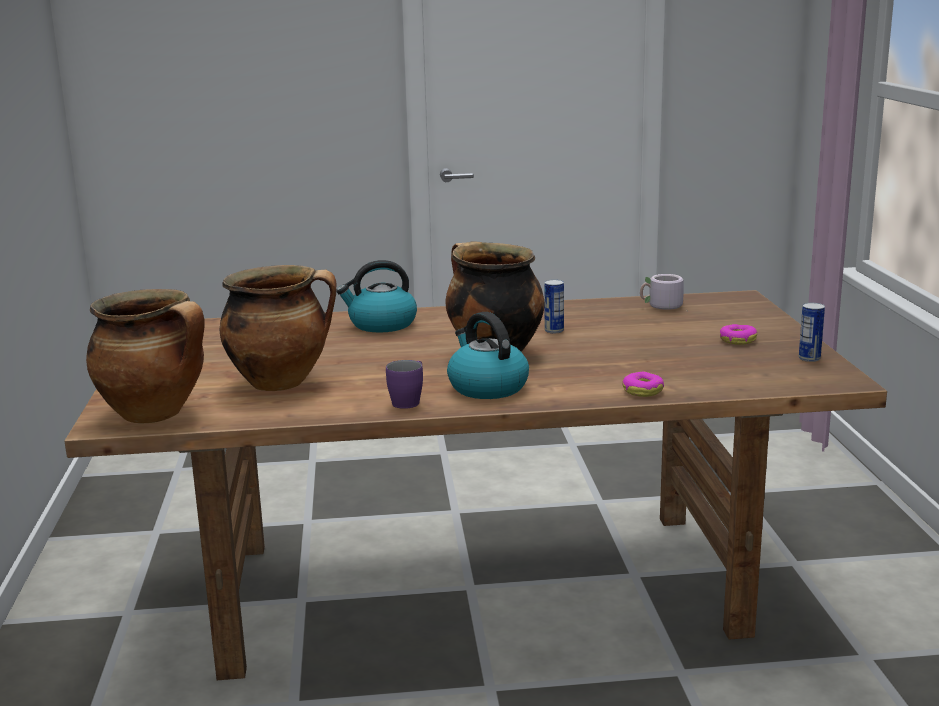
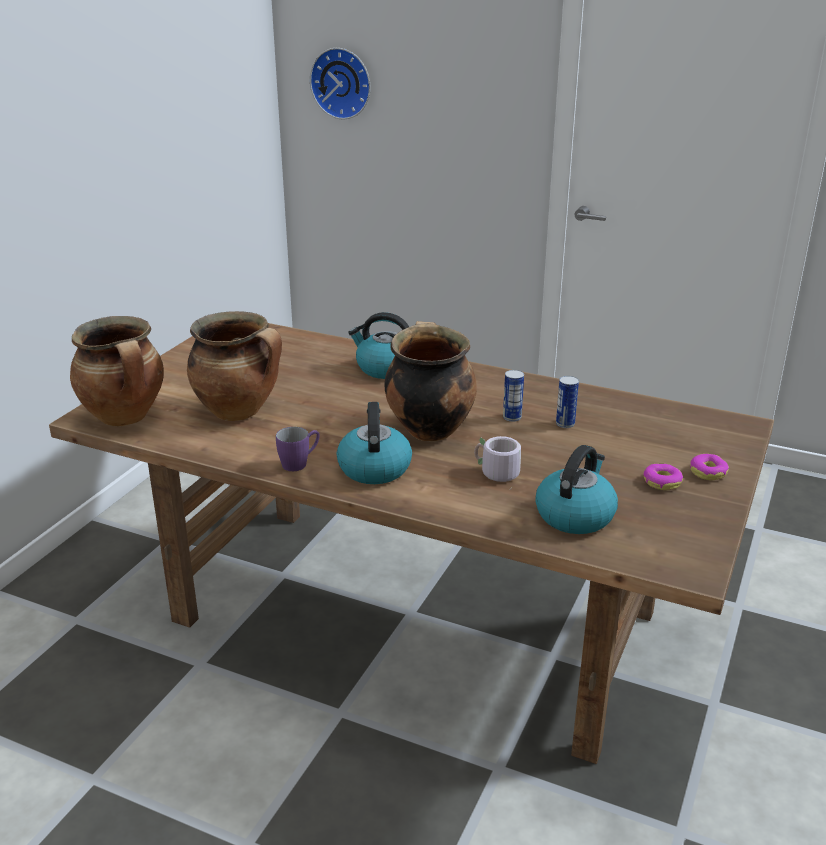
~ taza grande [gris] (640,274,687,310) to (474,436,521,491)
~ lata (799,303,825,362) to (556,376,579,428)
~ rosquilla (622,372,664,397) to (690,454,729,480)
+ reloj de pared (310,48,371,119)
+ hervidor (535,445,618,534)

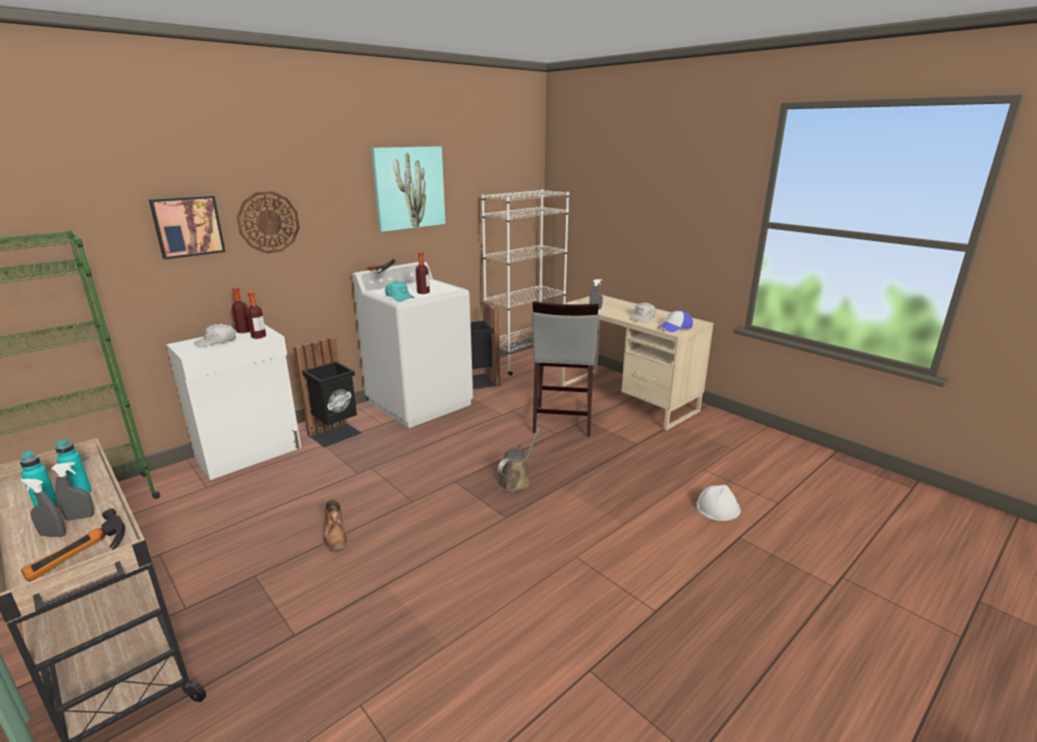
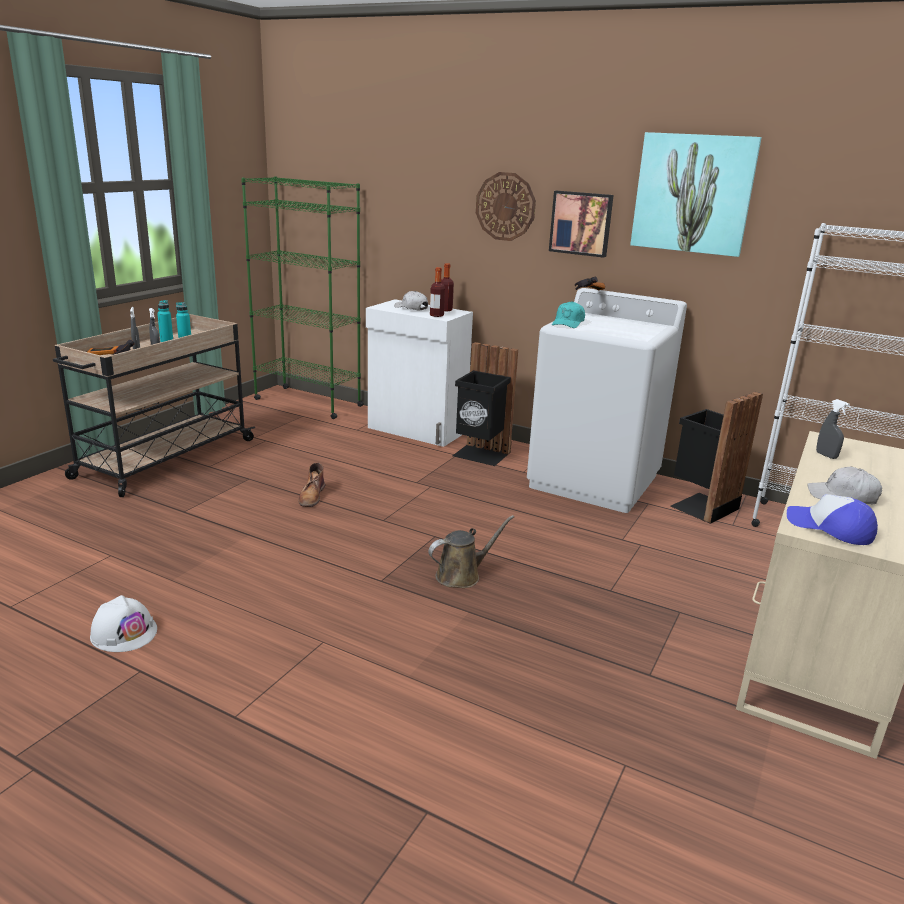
~ cuadro (149,195,225,259) to (549,191,614,258)
- botella (415,252,430,294)
- taburete [gris] (532,301,599,437)
~ regadera [marrón] (498,429,540,492) = (428,515,514,588) 45 degrees counterclockwise
~ casco [blanco] (696,485,741,521) to (90,595,157,652)
~ bota [marrón] (324,499,347,551) = (298,463,325,507) 45 degrees counterclockwise

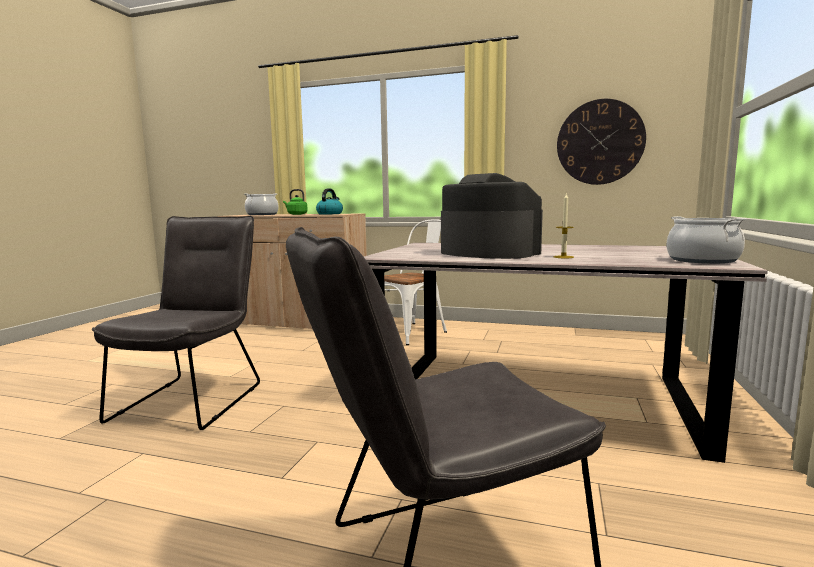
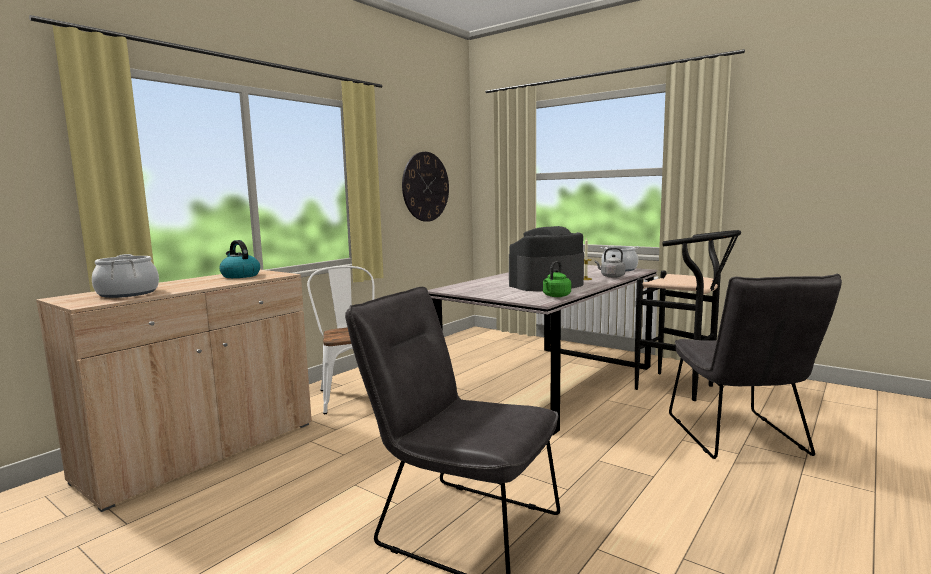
~ hervidor [verde] (283,189,308,215) to (543,261,571,297)
+ taburete [negro] (635,230,741,401)
+ hervidor [gris] (595,248,625,278)

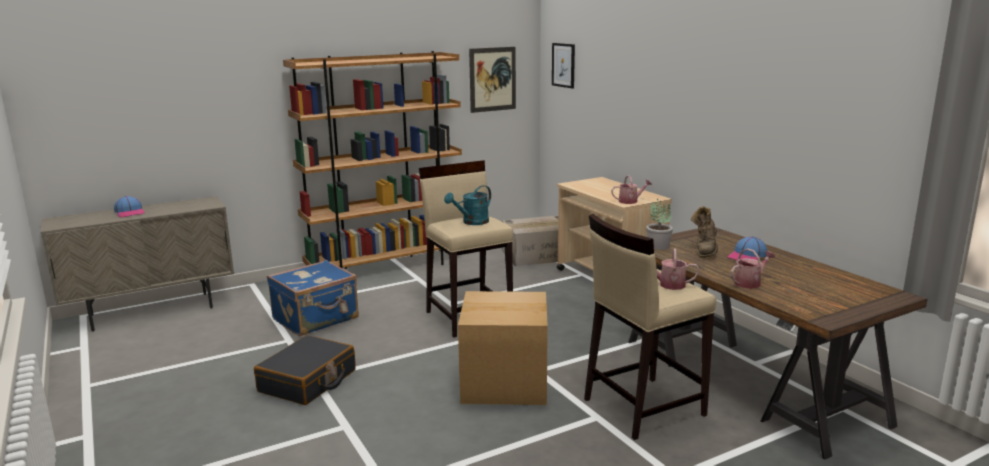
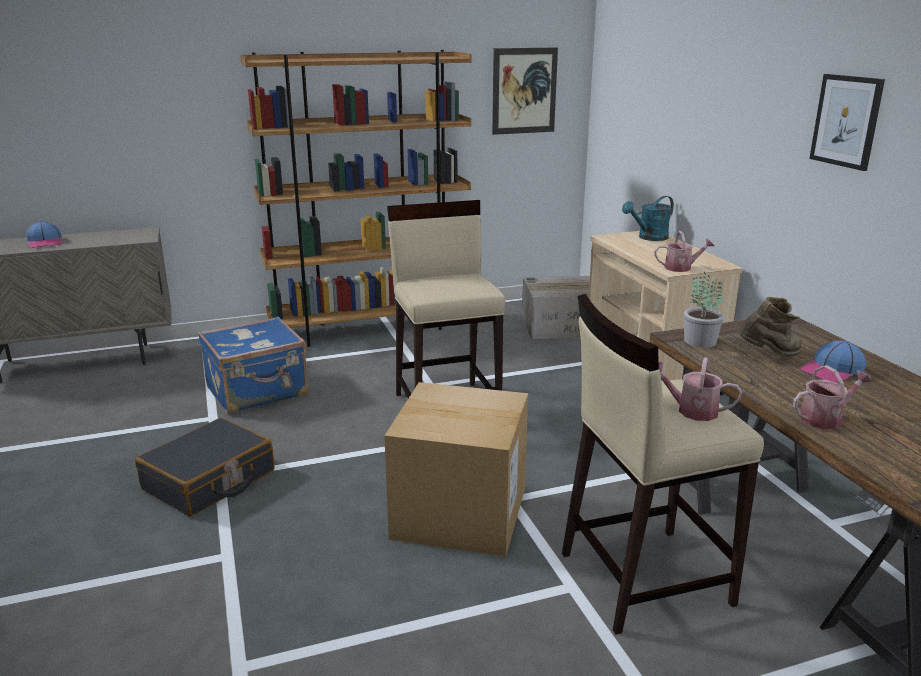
~ cuadro (552,43,575,89) to (809,74,885,171)
~ regadera [turquesa] (444,185,491,225) to (622,196,674,241)
~ bota [marrón] (691,206,718,258) = (737,297,802,357) 135 degrees counterclockwise

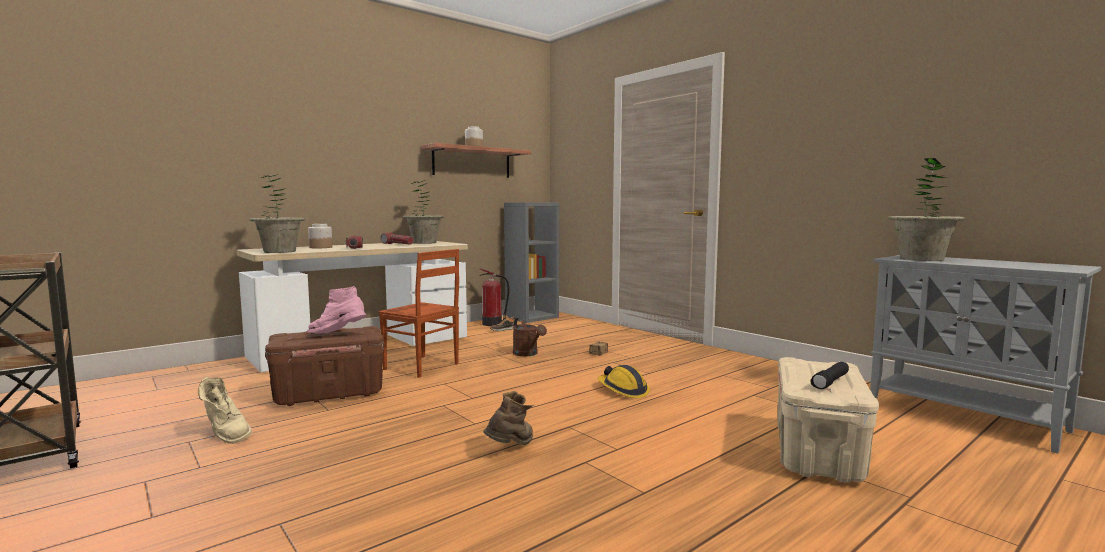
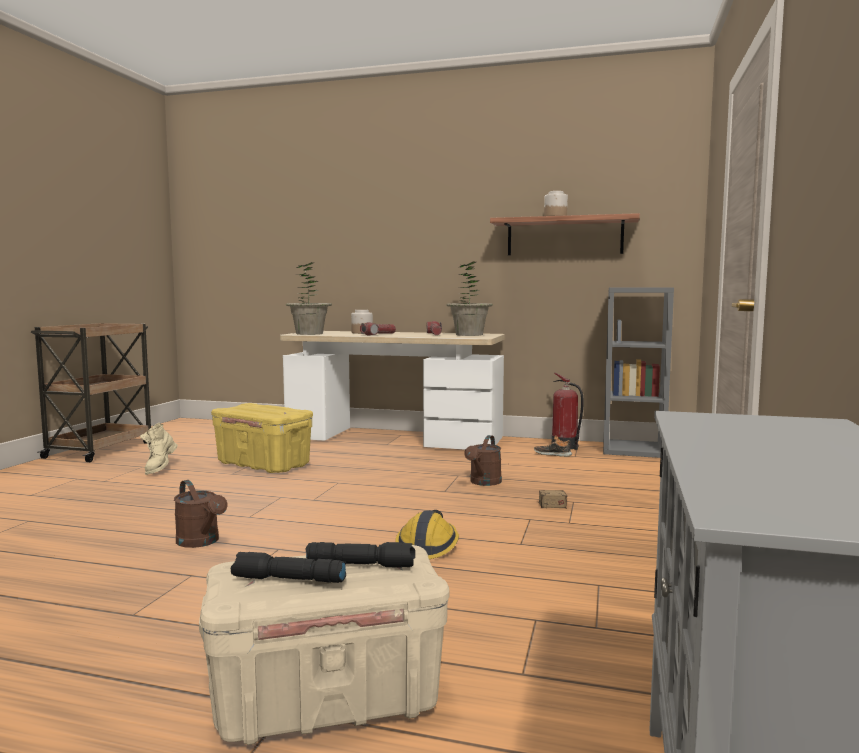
- planta en maceta (888,158,965,261)
- silla [marrón] (378,249,459,378)
- bota [rosa] (307,286,366,334)
~ caja de almacenaje [marrón] (265,326,385,406) to caja de almacenaje [amarillo] (211,403,313,473)
~ bota [marrón] (483,391,534,446) to regadera [marrón] (174,480,227,548)
+ linterna [negro] (305,542,415,568)

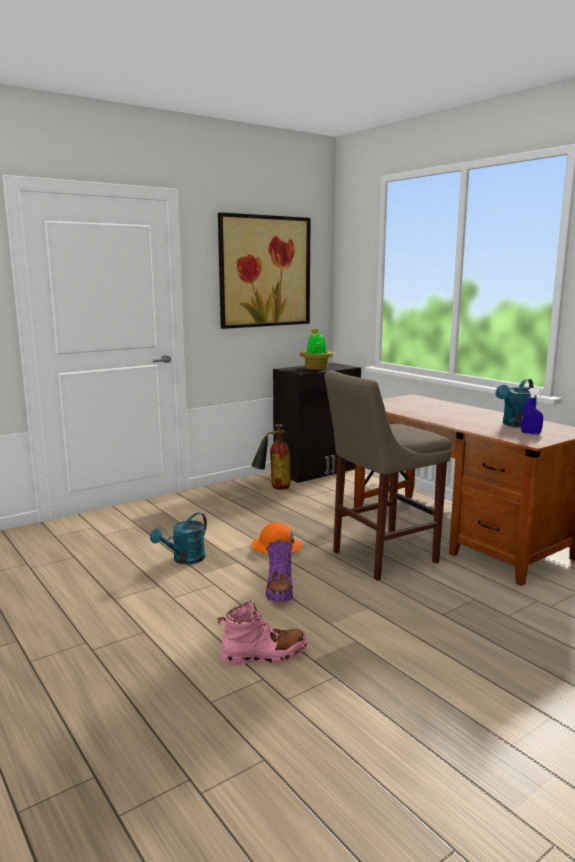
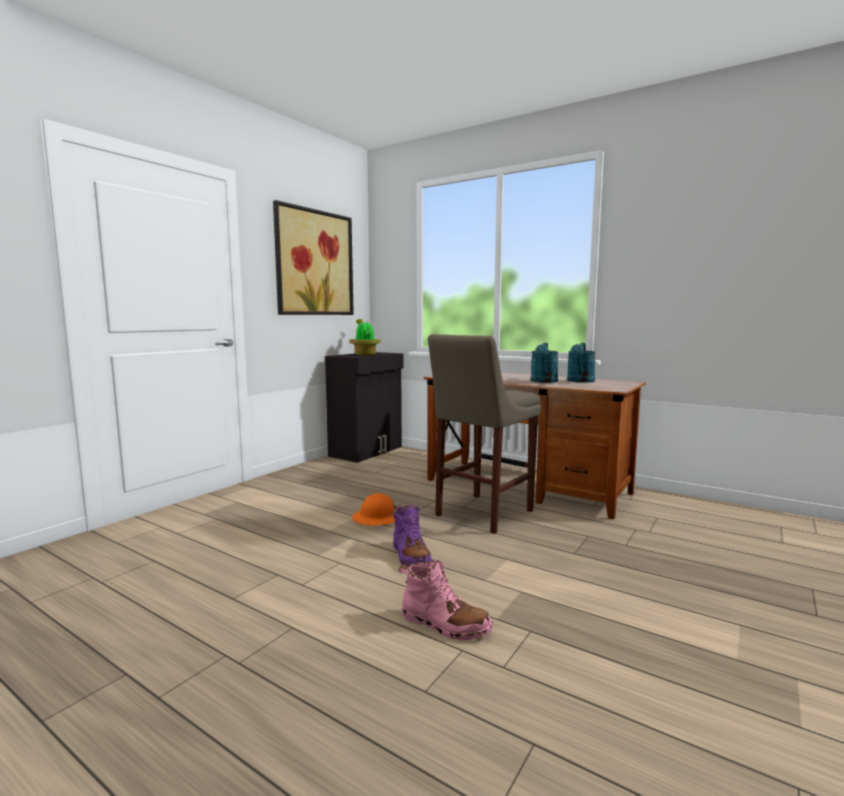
- pulverizador [azul] (521,388,543,434)
- extintor (251,424,291,490)
~ regadera [turquesa] (150,512,207,564) to (531,343,558,383)
~ bota [rosa] (217,601,308,665) = (399,558,493,641) 60 degrees clockwise

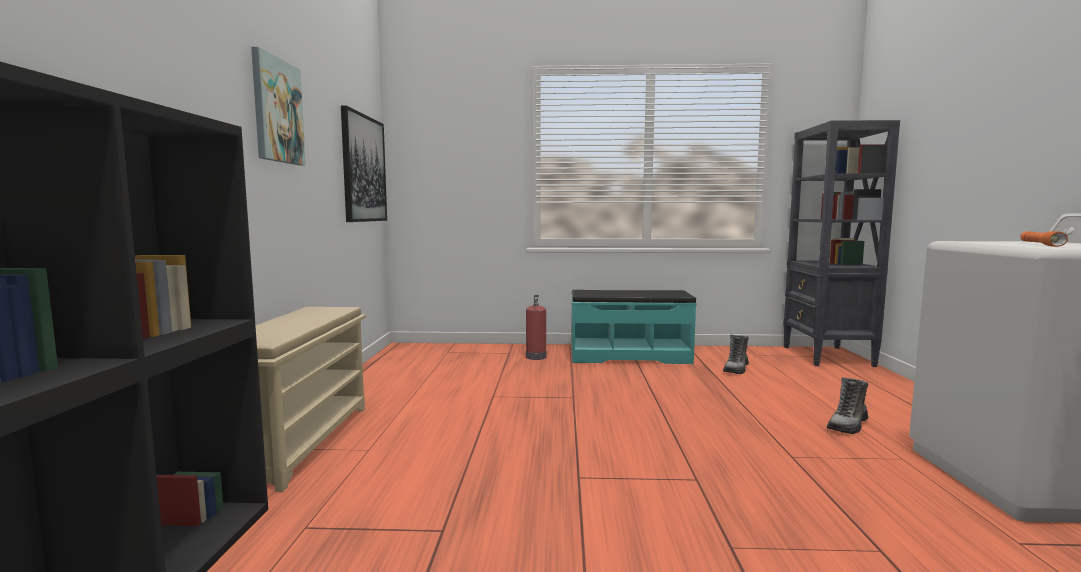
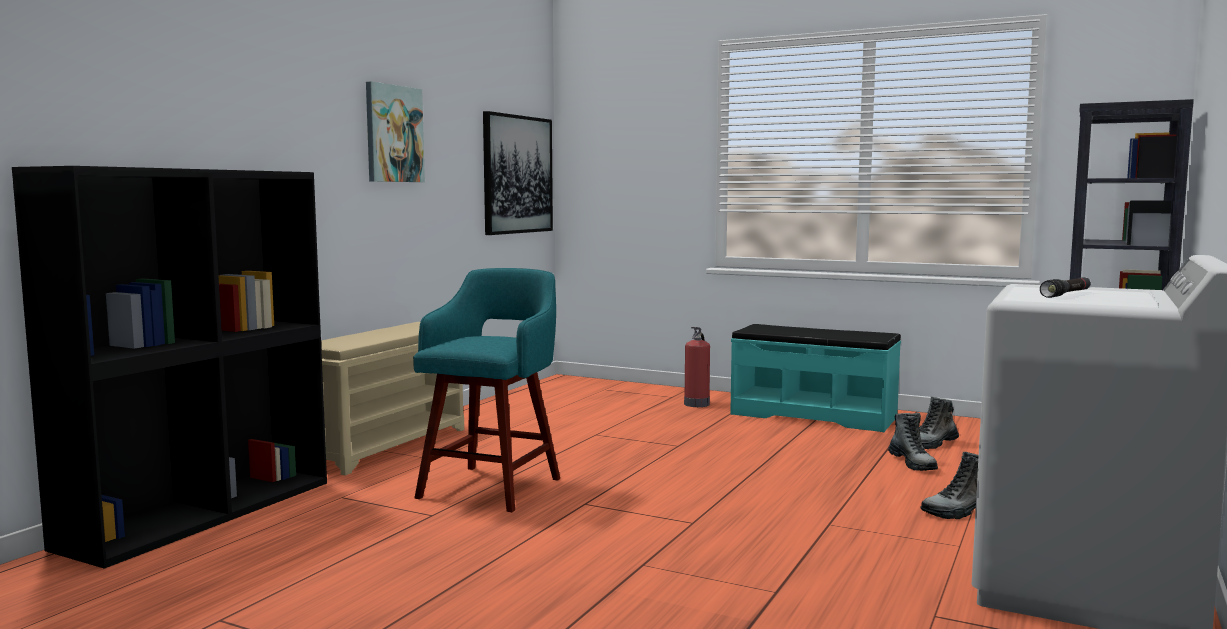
~ linterna [naranja] (1020,231,1068,247) to linterna [negro] (1040,277,1091,298)
+ taburete [turquesa] (413,268,560,512)
+ bota (888,413,938,471)

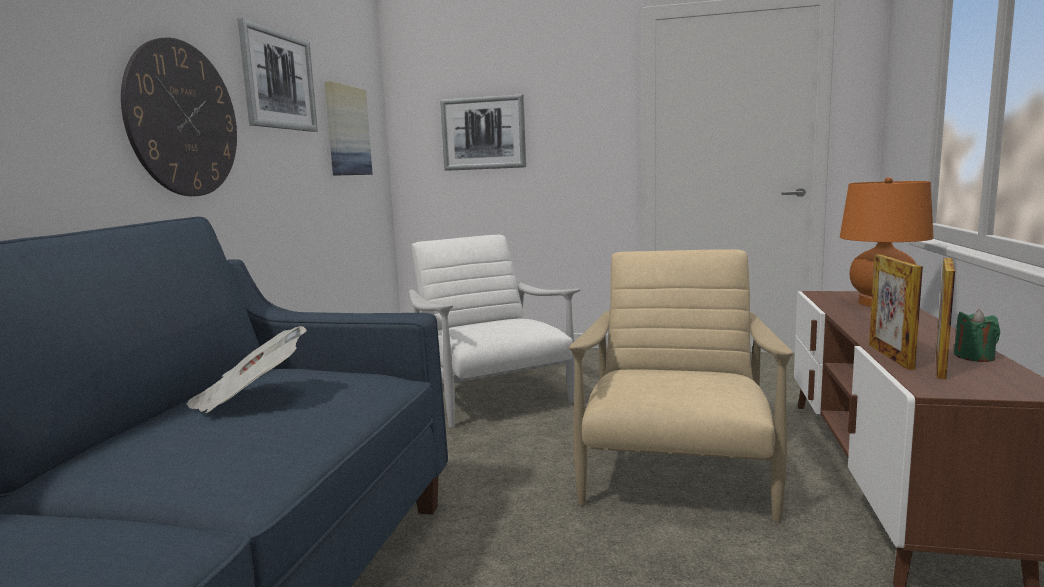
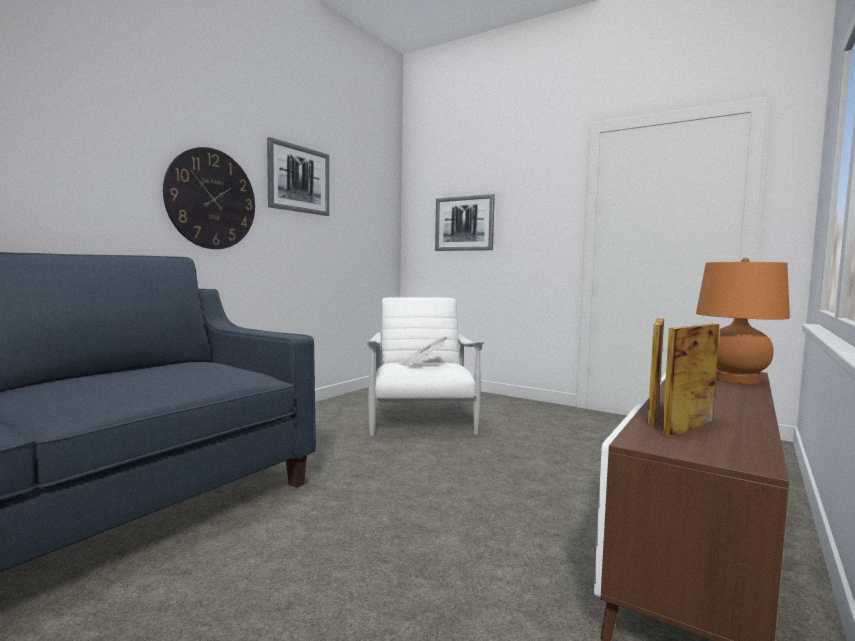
- cuadro (325,81,373,176)
- sillón [beis] (569,249,793,522)
- vela [verde] (954,309,1000,362)
~ periódico (186,326,307,413) to (398,337,449,366)

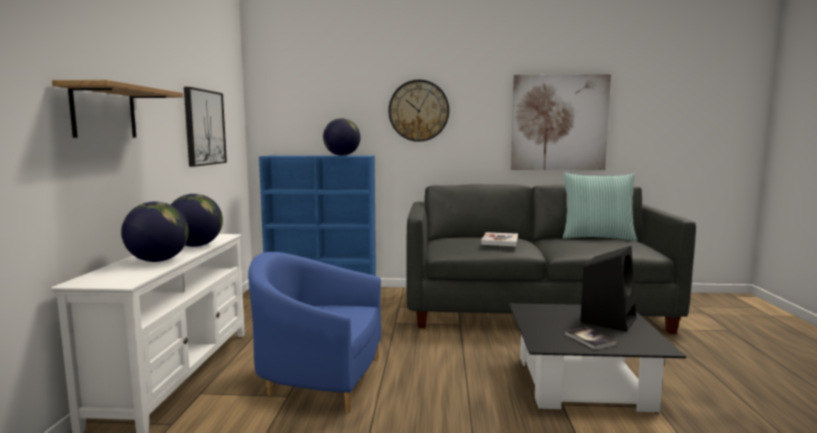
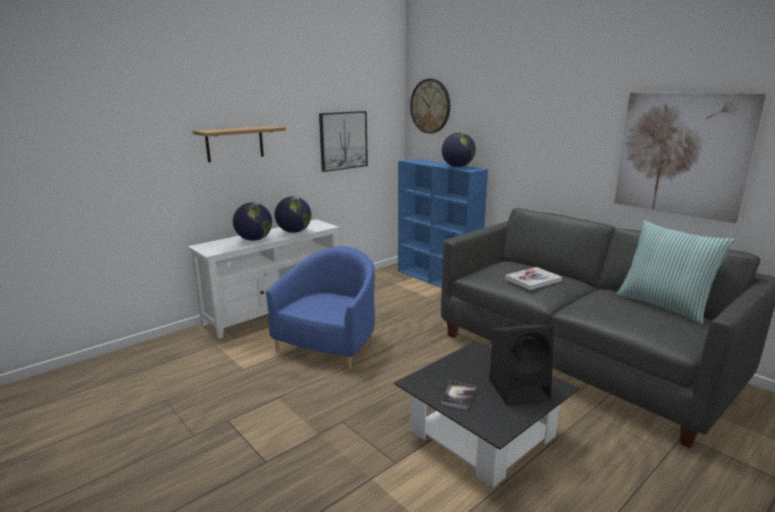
~ reloj de pared (388,80,449,142) to (410,79,450,134)
~ sillón [azul] (248,252,381,413) = (266,246,375,370) 60 degrees clockwise

